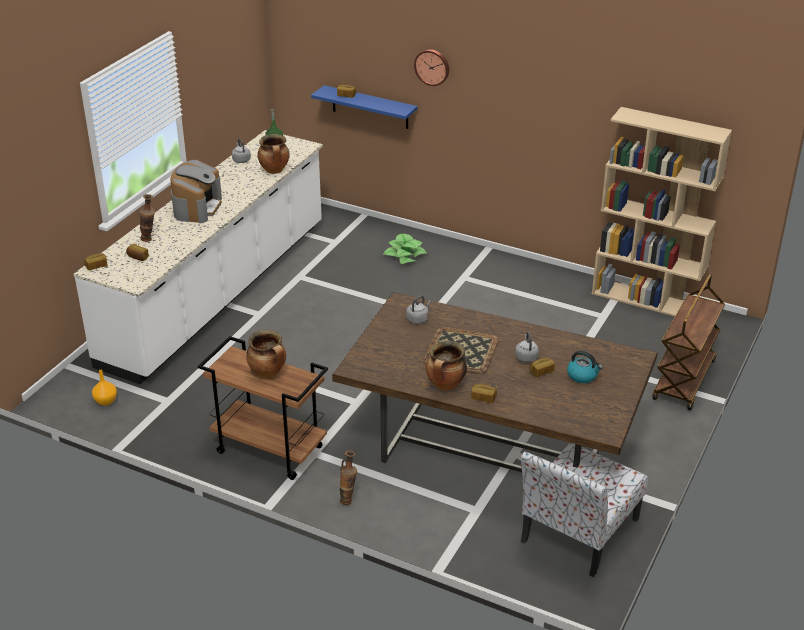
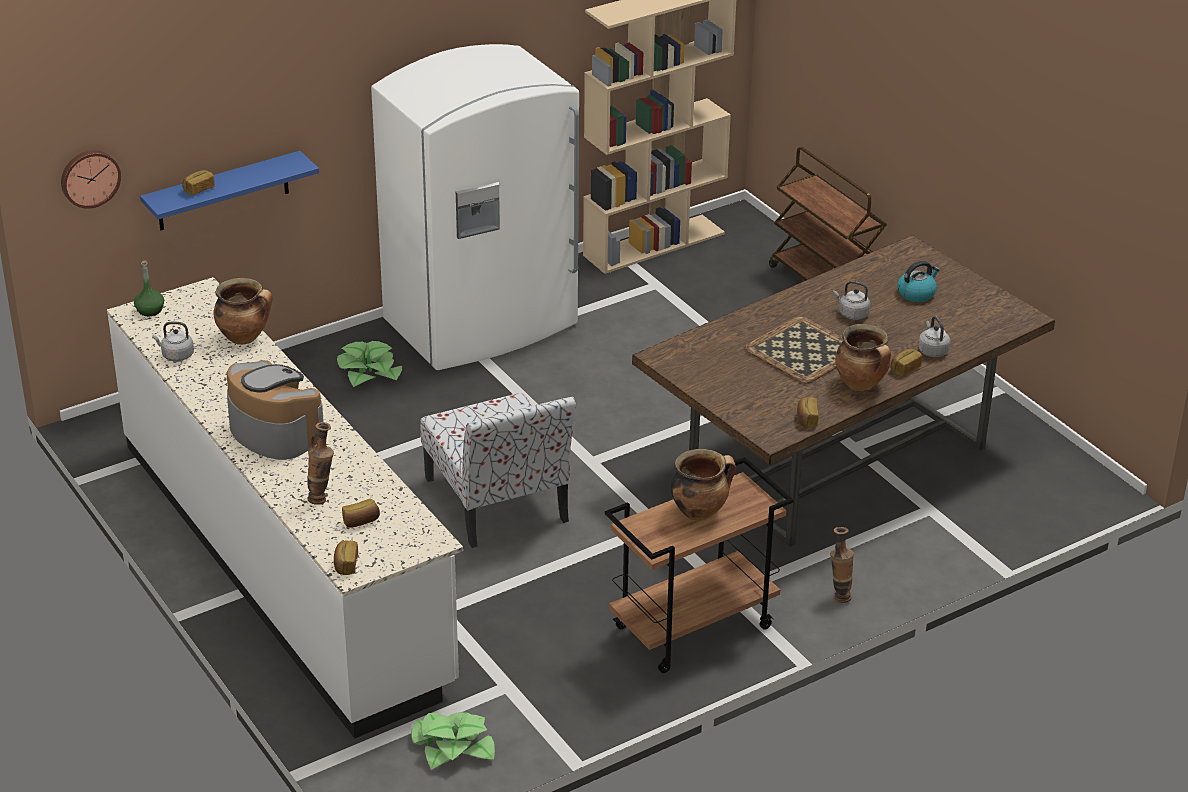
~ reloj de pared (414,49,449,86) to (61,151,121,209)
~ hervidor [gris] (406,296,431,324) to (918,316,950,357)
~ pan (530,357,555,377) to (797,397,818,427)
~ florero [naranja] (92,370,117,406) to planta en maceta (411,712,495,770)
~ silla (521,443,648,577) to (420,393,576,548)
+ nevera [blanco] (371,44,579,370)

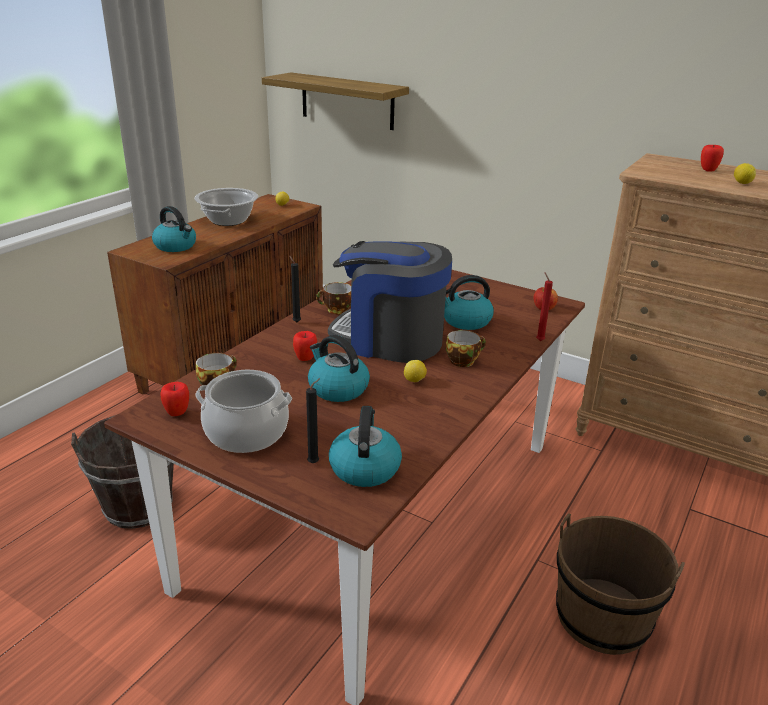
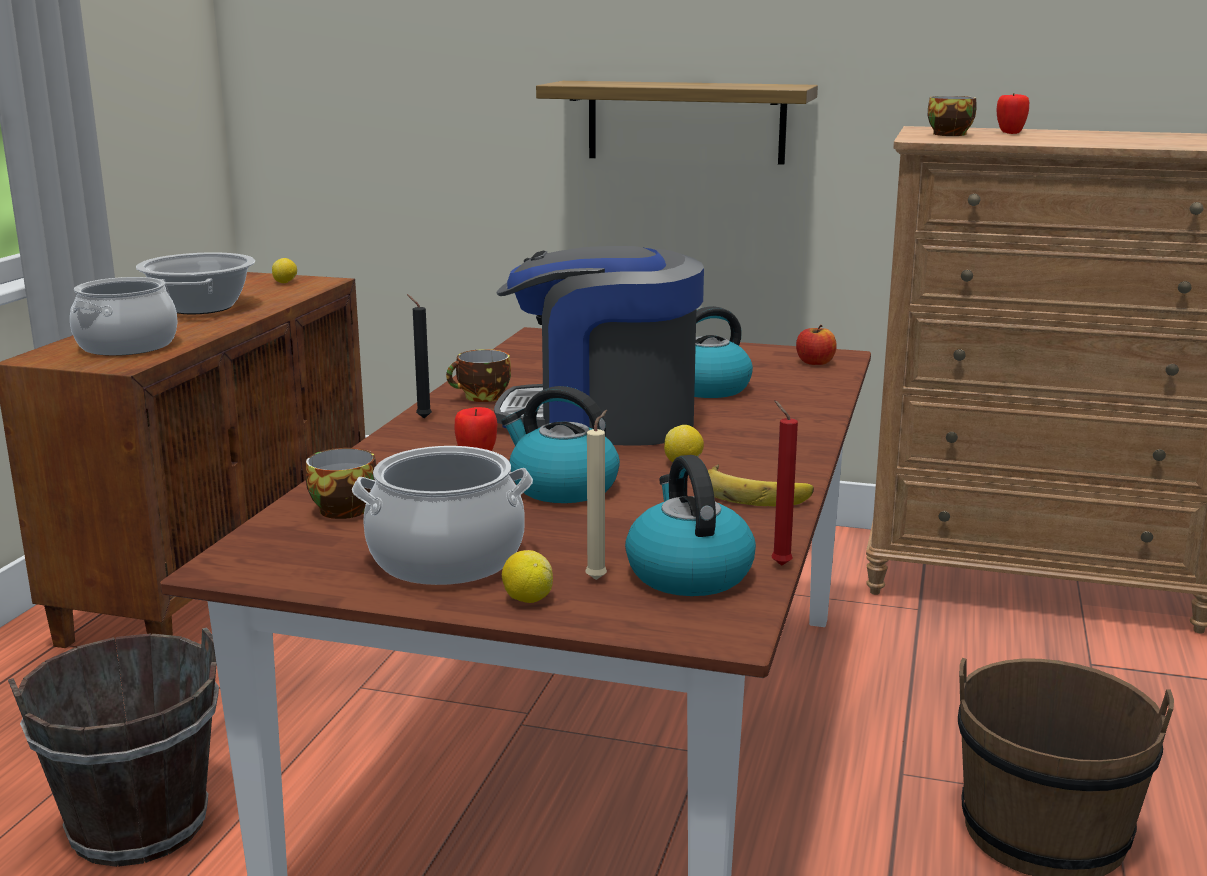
~ estante (262,72,409,130) to (536,81,818,165)
~ limón (734,163,756,184) to (502,550,553,603)
~ hervidor (152,206,196,252) to olla (70,277,177,356)
~ vela [rojo] (536,272,553,341) to (772,400,798,566)
~ taza (446,330,486,367) to (928,96,976,136)
~ vela [negro] (306,378,320,463) to vela [beis] (585,410,607,580)
- manzana (160,382,189,416)
+ plátano (708,464,814,506)

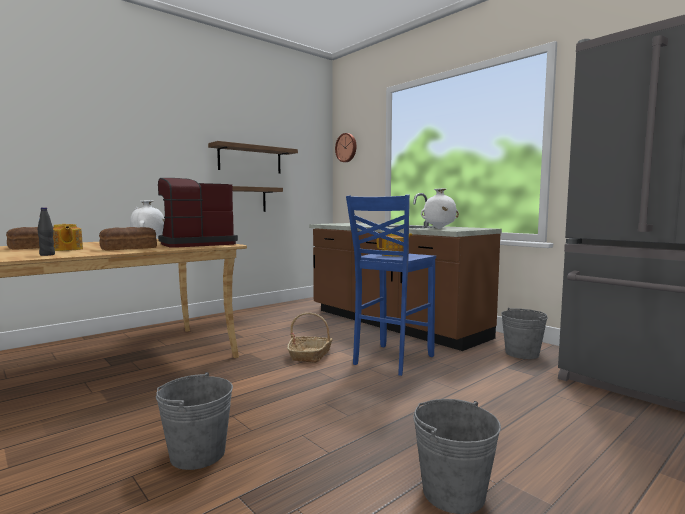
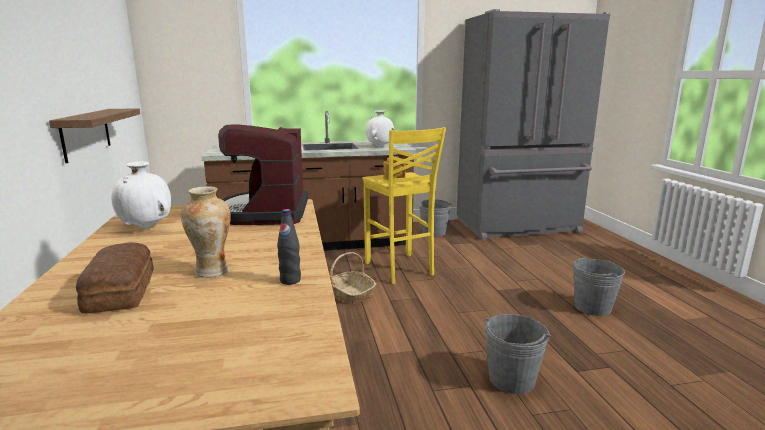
- reloj de pared (335,133,357,162)
- estante (208,141,298,174)
~ taburete [azul] (346,195,436,376) to taburete [amarillo] (362,127,446,284)
~ tetera (53,224,83,251) to florero (181,186,231,278)
- pan (99,227,157,251)

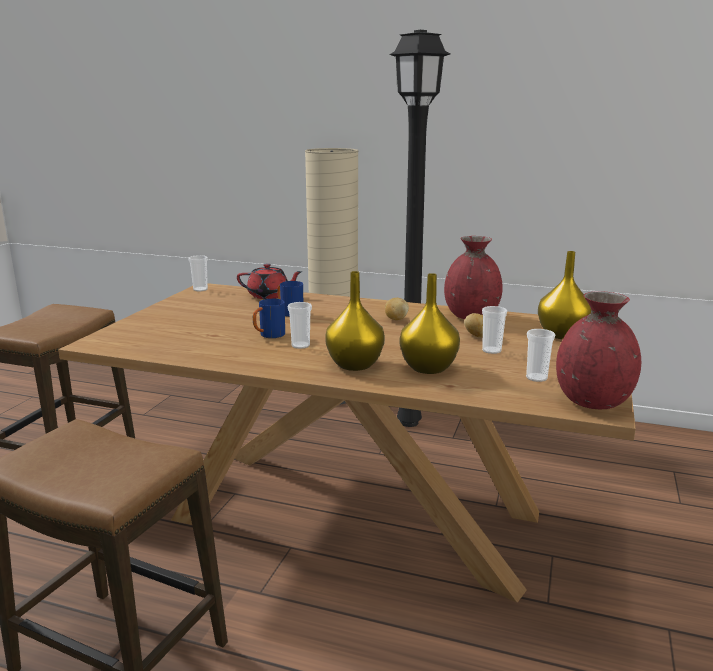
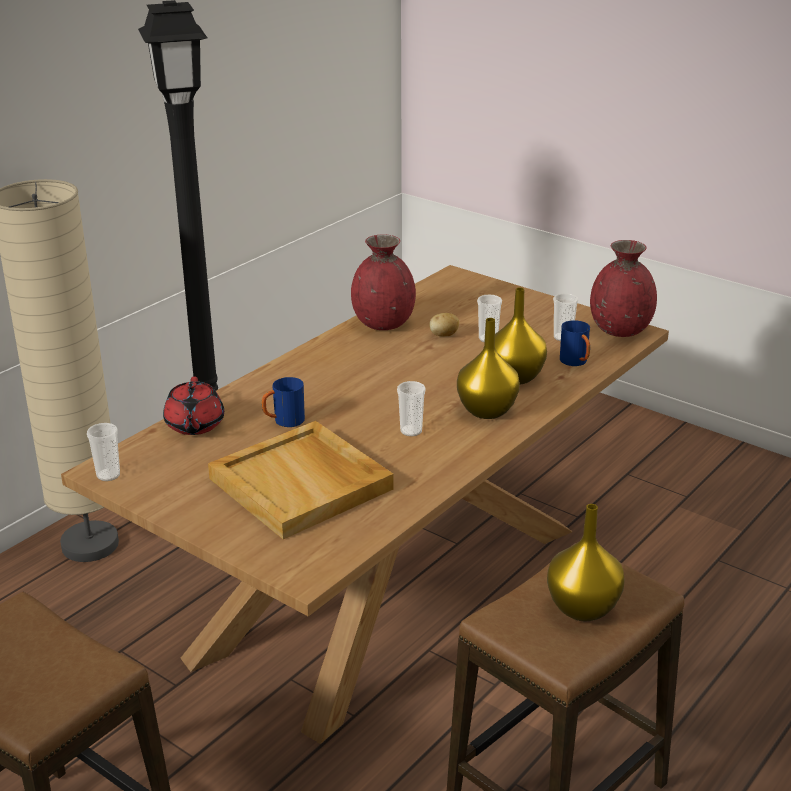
~ florero [amarillo] (538,251,591,339) to (547,504,625,621)
~ tetera [rojo] (237,263,303,299) = (163,377,224,435) 150 degrees clockwise
- patata (385,298,409,320)
~ taza grande [azul] (253,299,285,338) to (560,320,590,366)
+ bandeja [beis] (208,421,394,539)

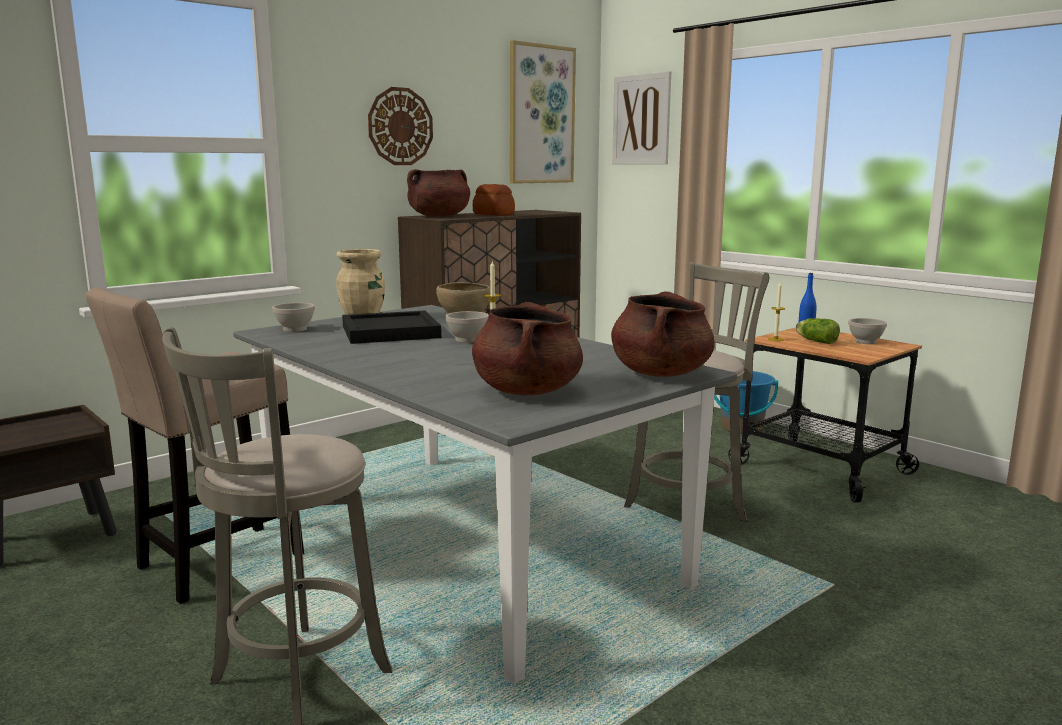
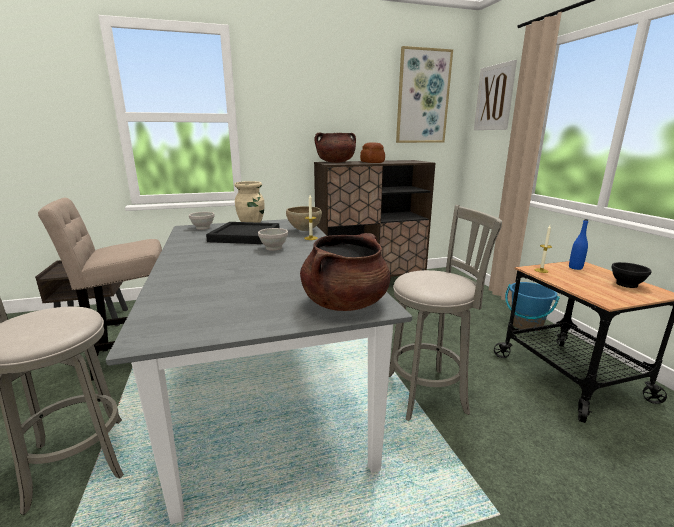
- reloj de pared (368,87,433,165)
- olla [marrón] (472,302,583,395)
- lechuga (795,318,840,344)
~ cuenco [blanco] (848,318,887,344) to cuenco [negro] (611,262,652,288)

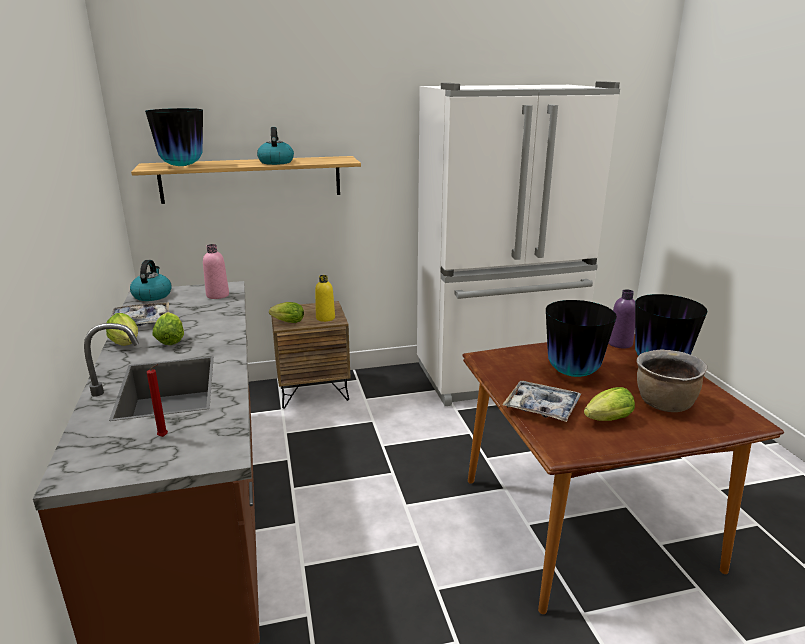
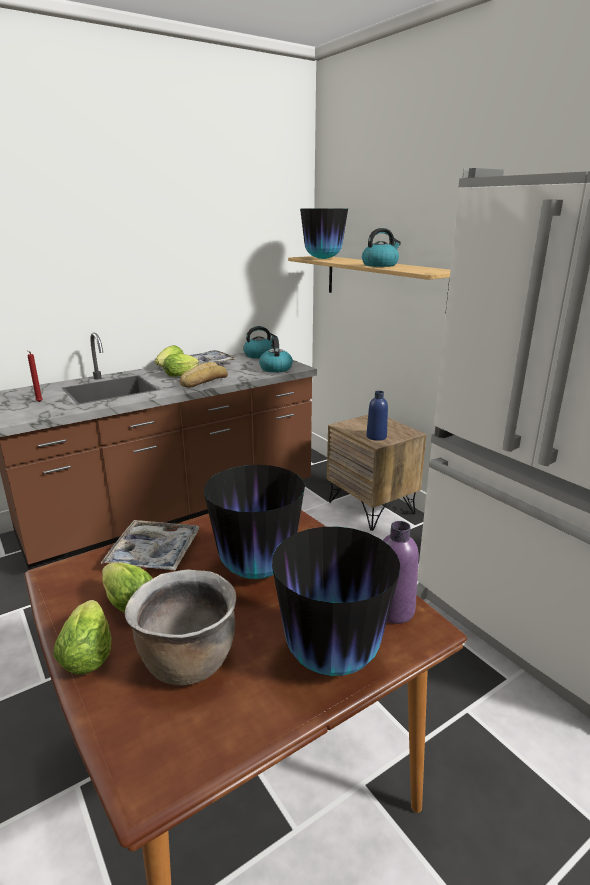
~ botella [rosa] (203,244,229,299) to hervidor (259,337,293,372)
~ botella [amarillo] (315,275,335,322) to botella [azul] (366,391,388,441)
~ lechuga (269,302,304,323) to (53,600,112,675)
+ pan (180,362,228,388)

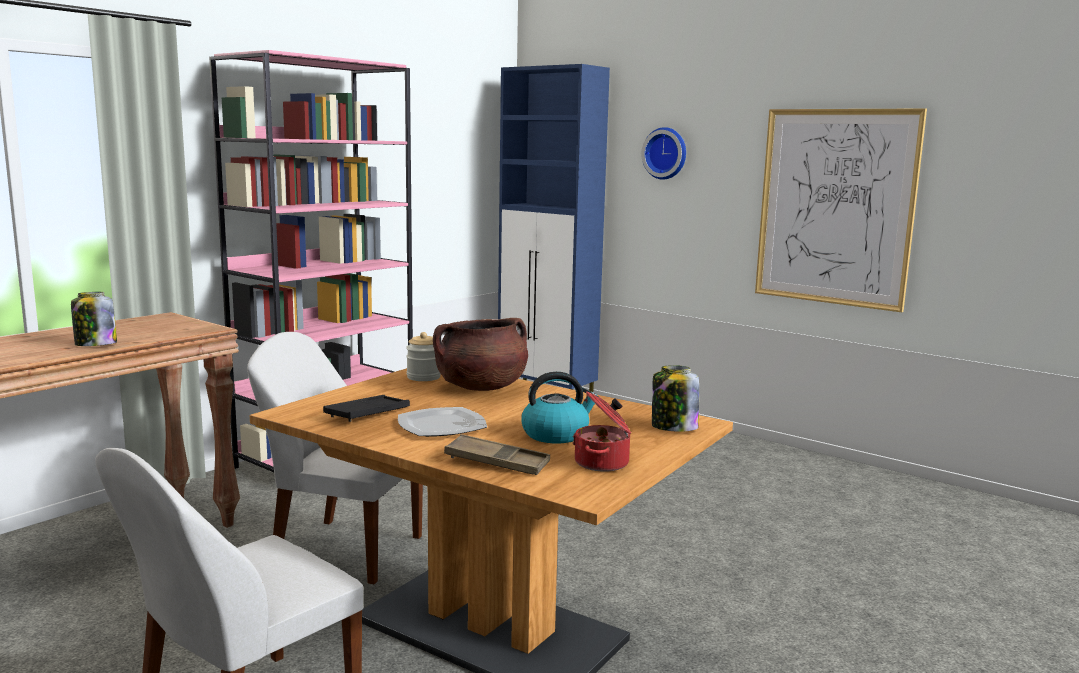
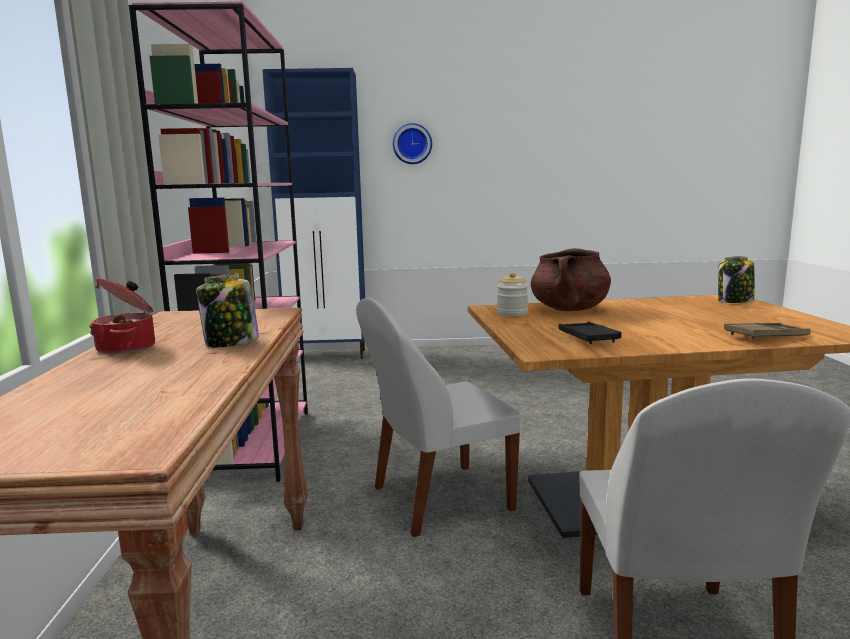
- cuadro (755,108,927,312)
- hervidor (521,372,599,443)
~ olla (573,391,631,472) to (89,278,155,355)
- plato (398,407,487,437)

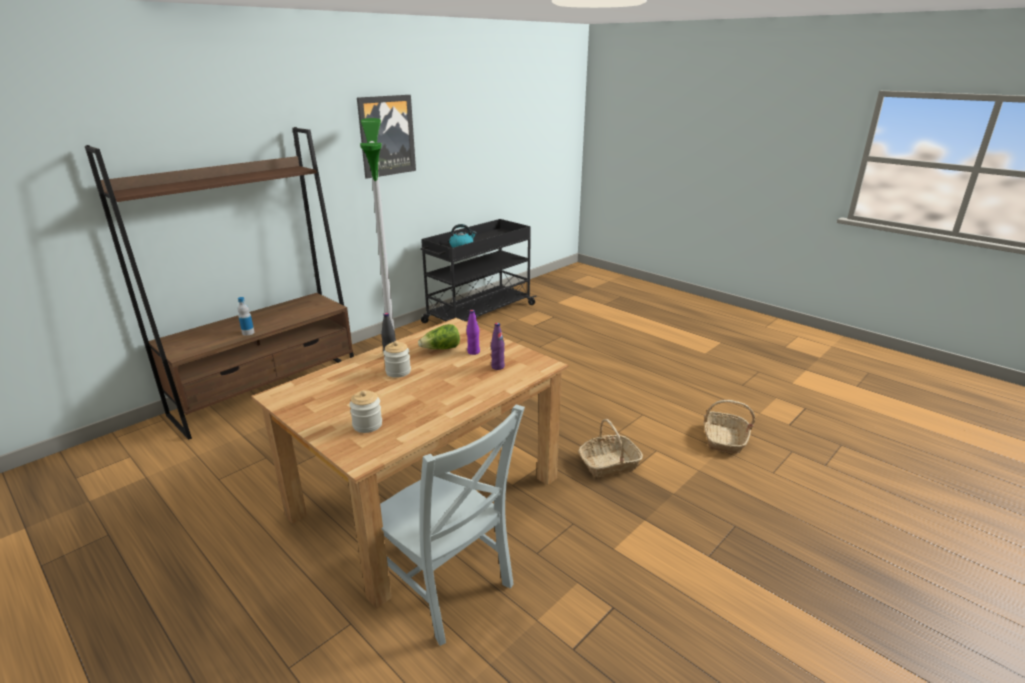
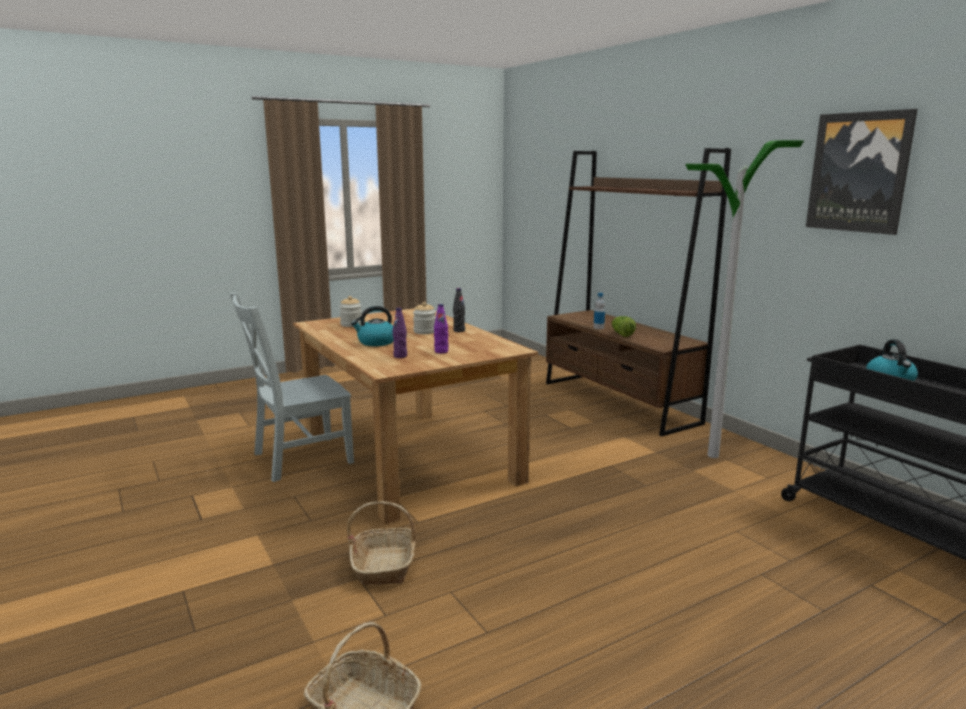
~ lechuga (418,324,460,349) to (612,316,636,337)
+ hervidor (351,306,394,346)

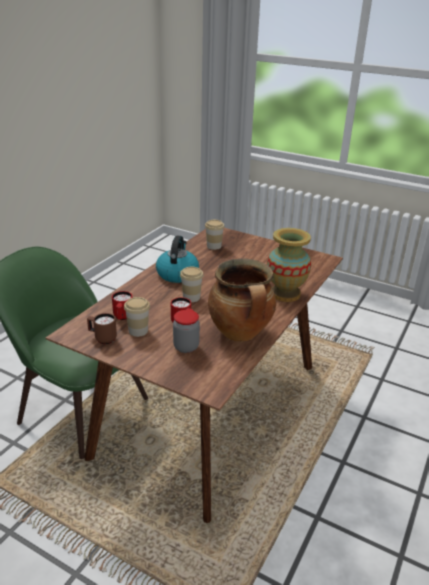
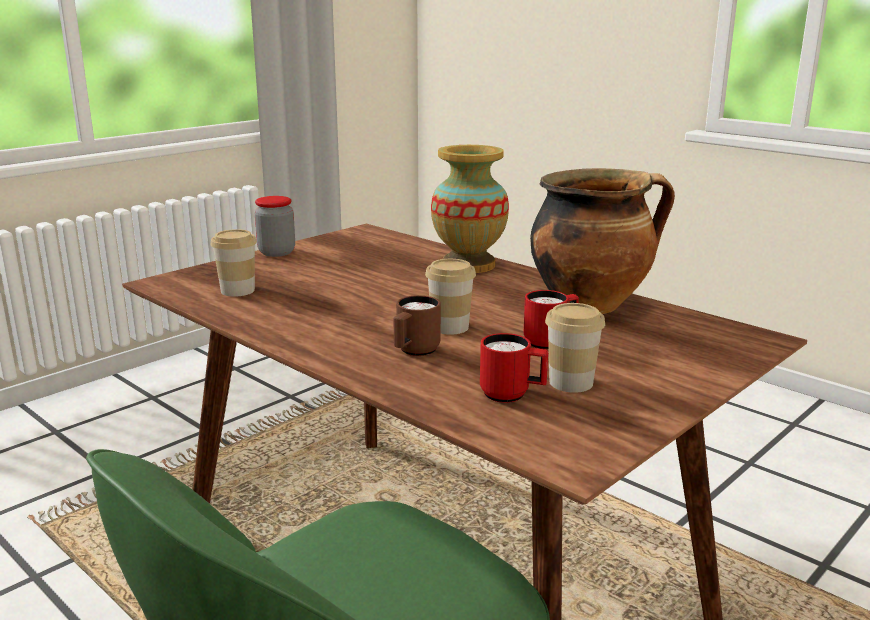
- hervidor (156,236,199,283)
~ tarro (173,310,200,353) to (255,196,295,257)
~ taza grande [marrón] (87,313,117,344) to (393,295,441,356)

